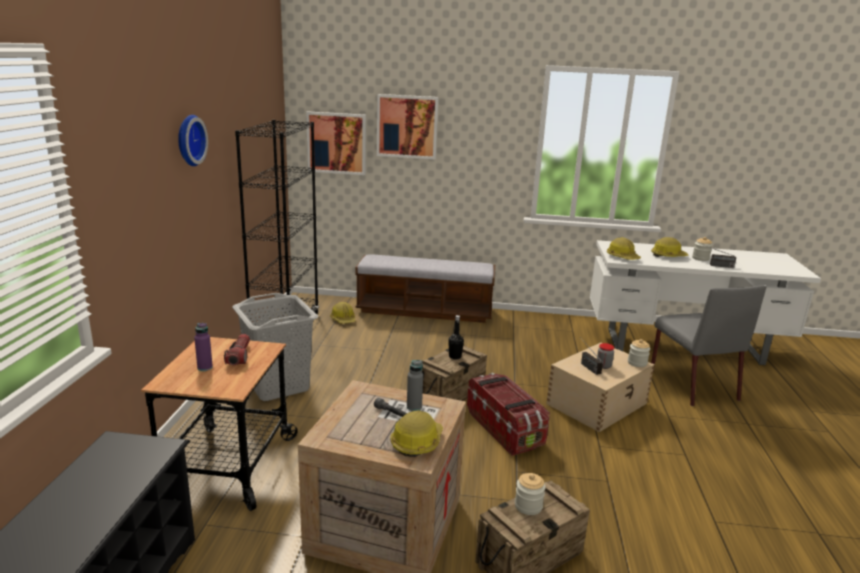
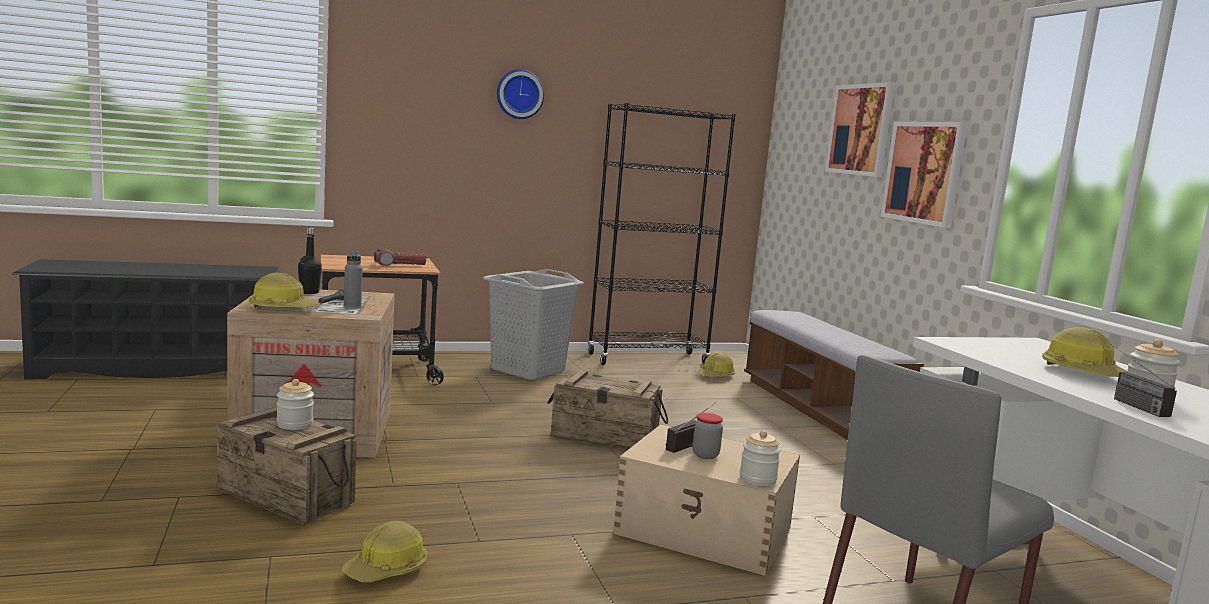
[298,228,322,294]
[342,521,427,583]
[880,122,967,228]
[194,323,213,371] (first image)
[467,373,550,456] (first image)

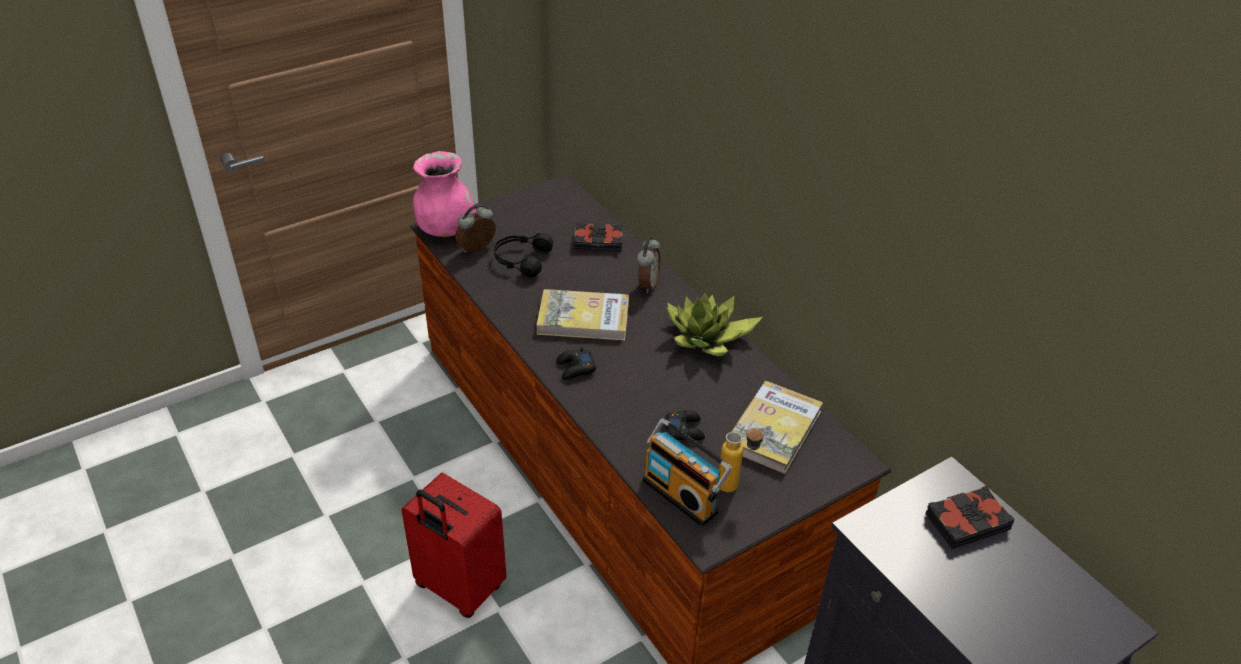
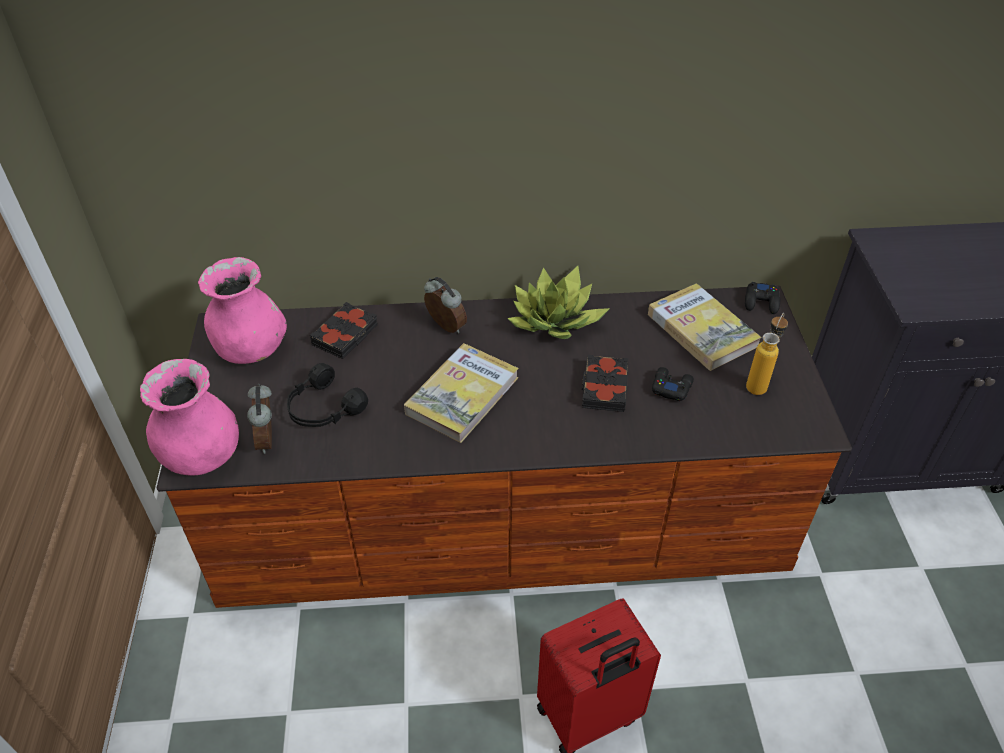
[198,257,287,364]
[582,355,628,412]
[745,282,780,314]
[642,418,732,526] (first image)

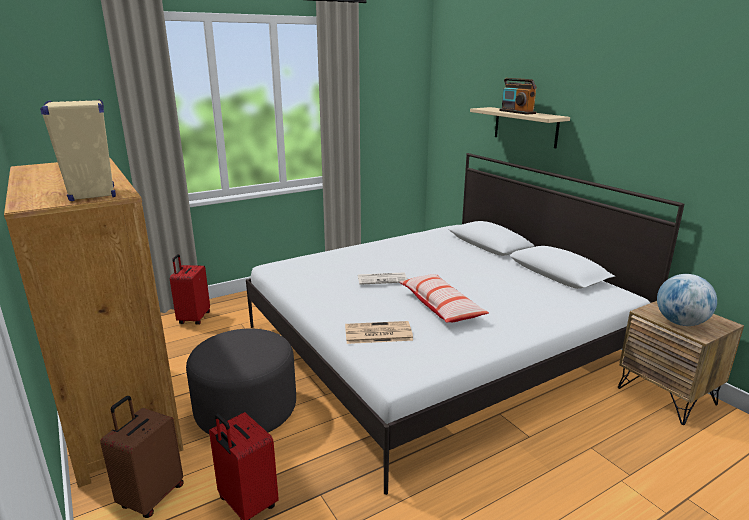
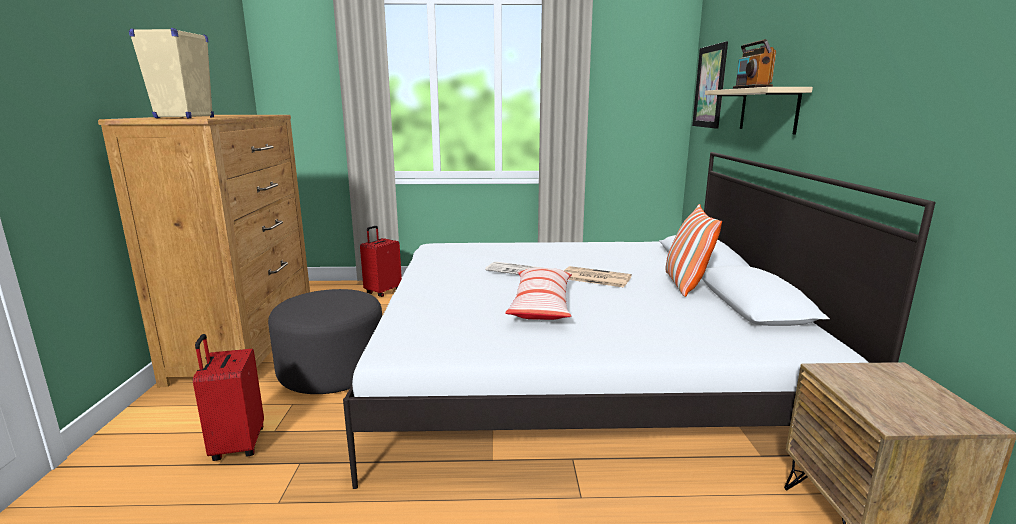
[564,266,632,287]
[665,204,722,297]
[692,41,728,129]
[100,396,184,518] (first image)
[657,274,717,326] (first image)

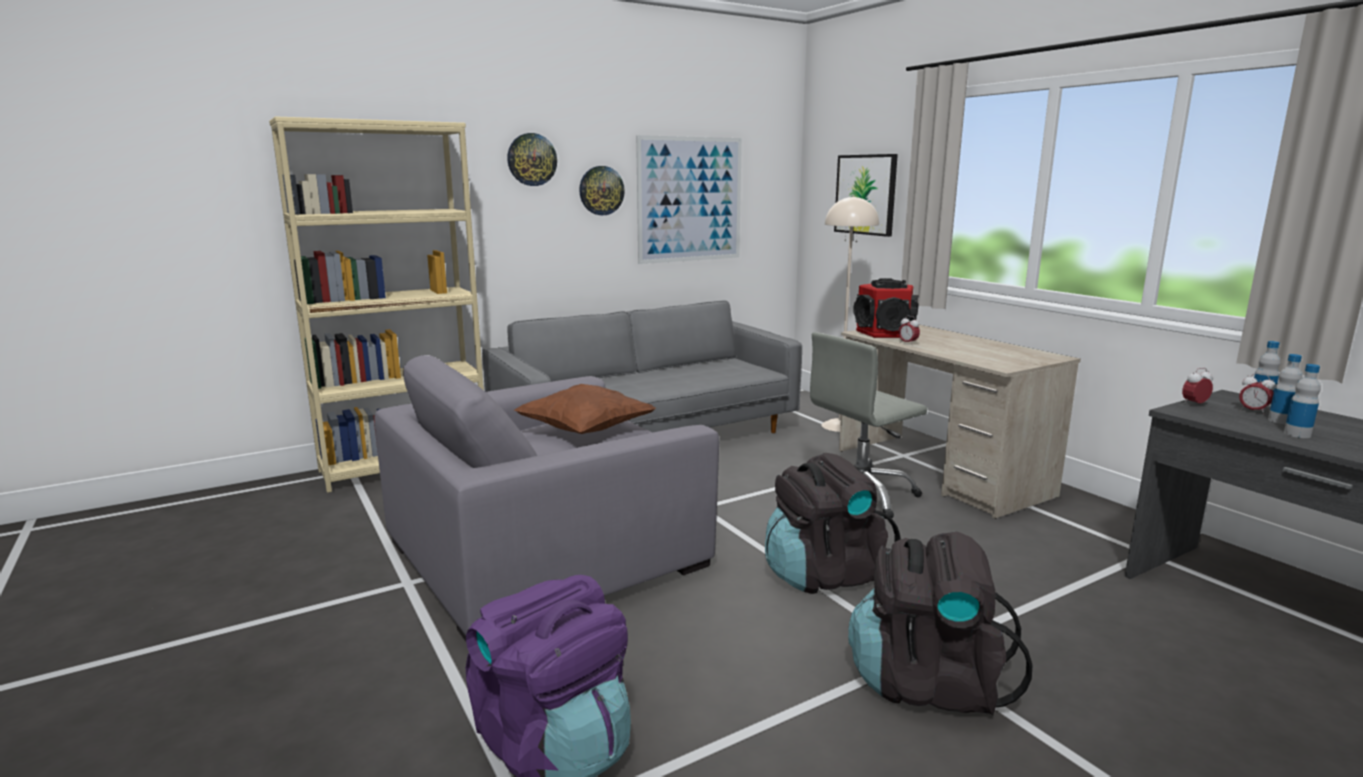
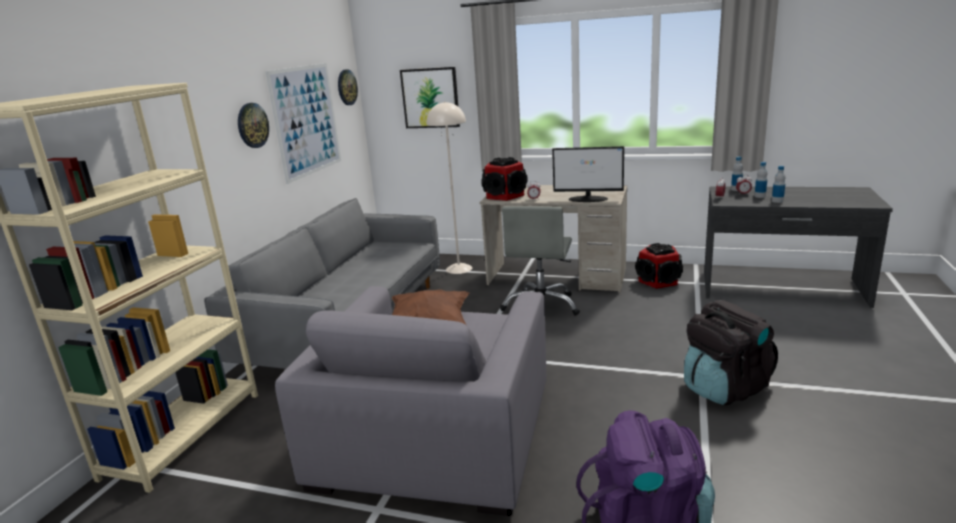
[338,69,358,105]
[552,146,624,202]
[635,243,683,289]
[765,453,900,594] (first image)

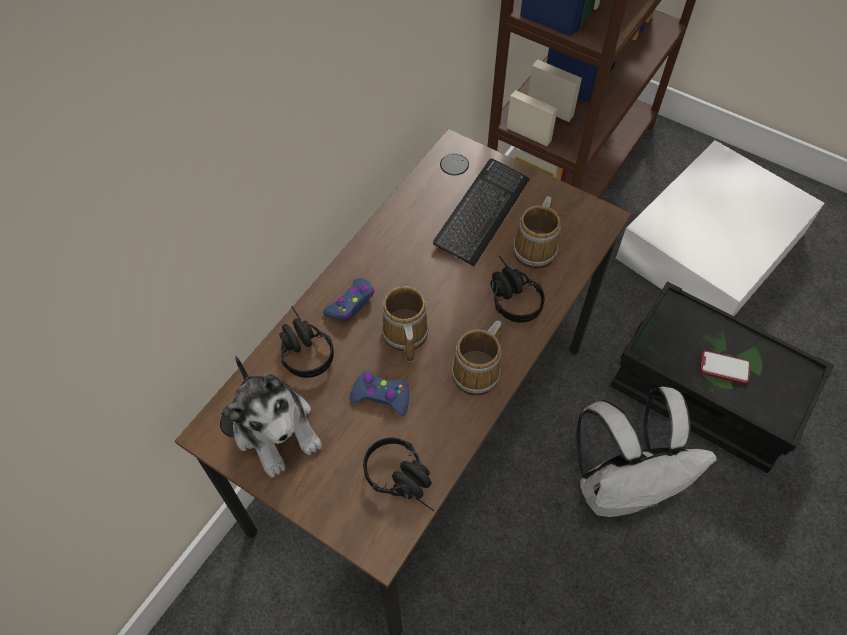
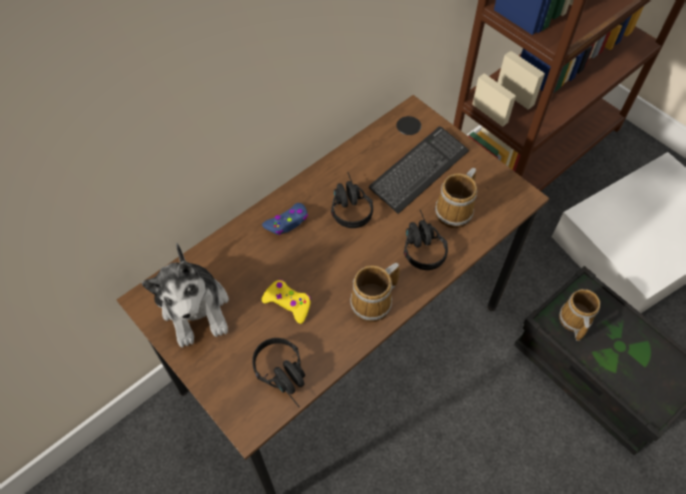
[262,279,311,324]
[331,172,373,228]
[559,289,600,341]
[576,387,717,517] (first image)
[700,351,750,384] (first image)

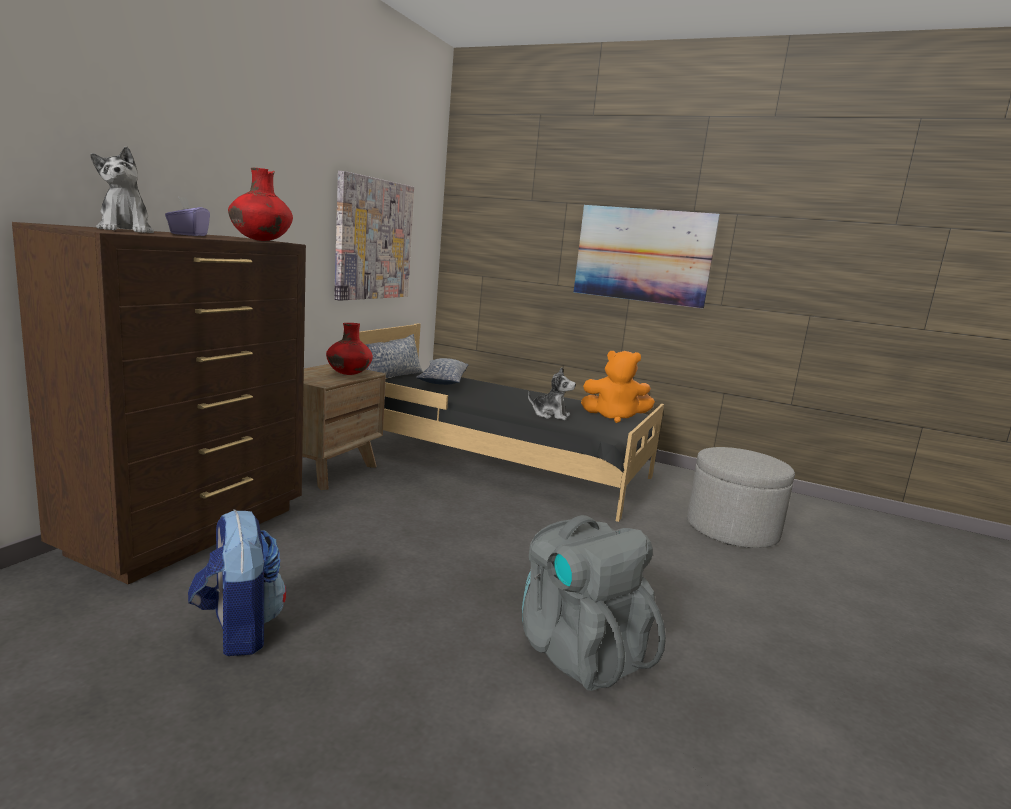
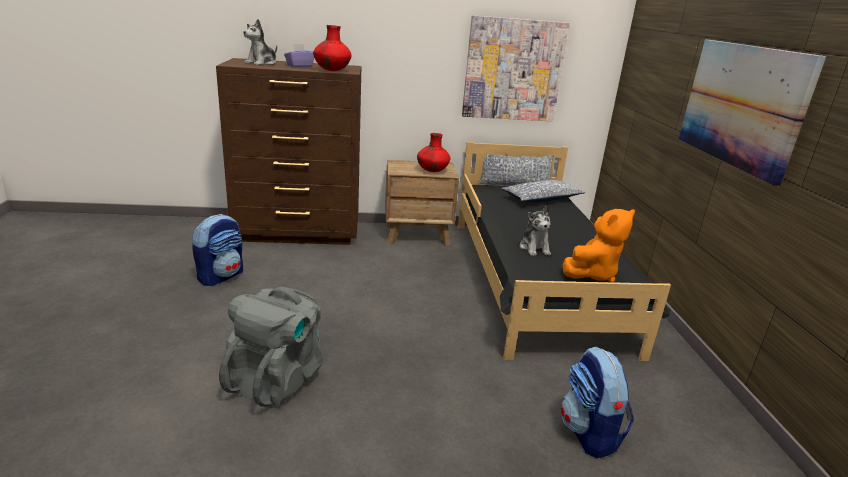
[561,347,634,458]
[563,209,635,282]

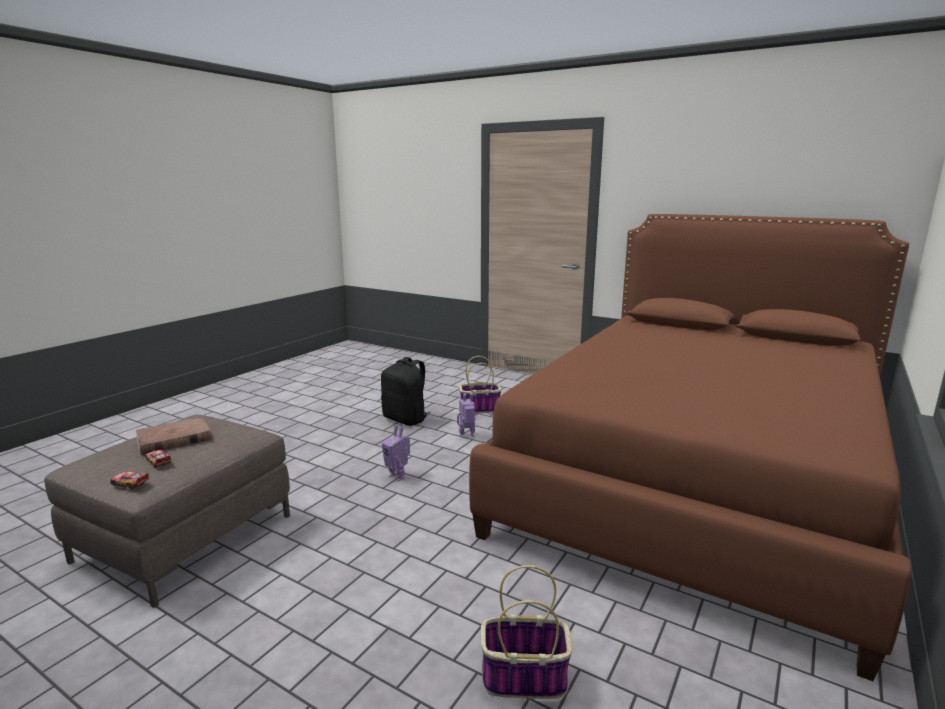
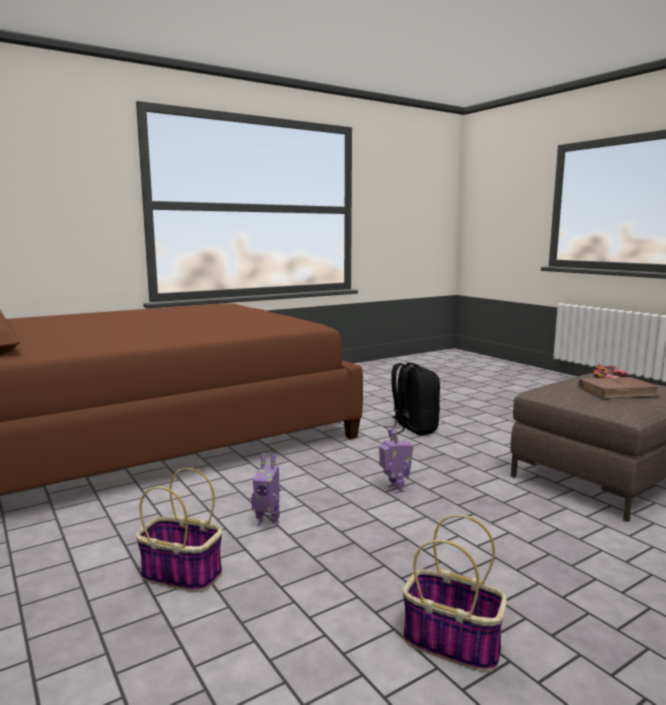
[384,363,440,435]
[402,514,507,672]

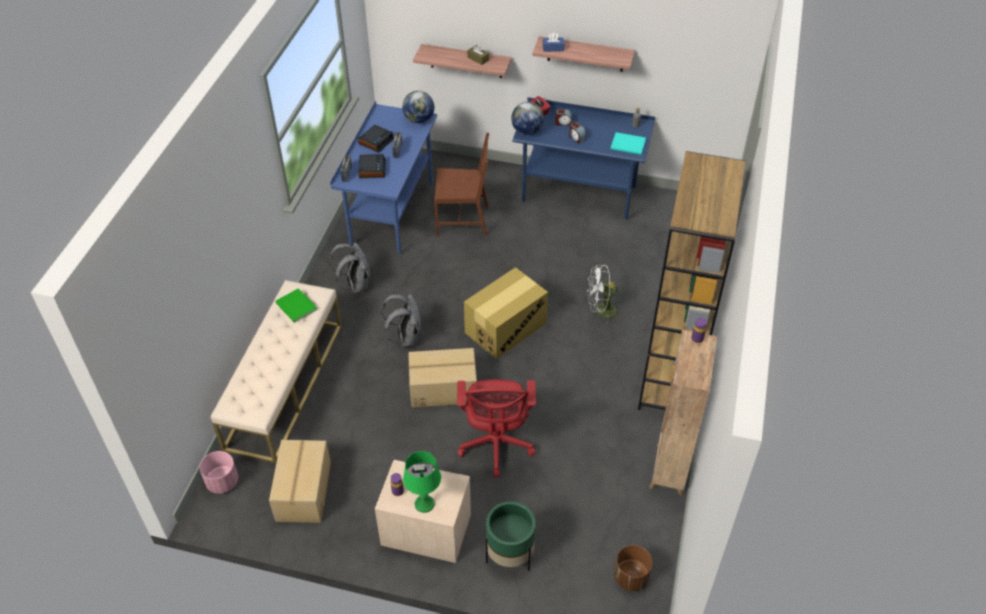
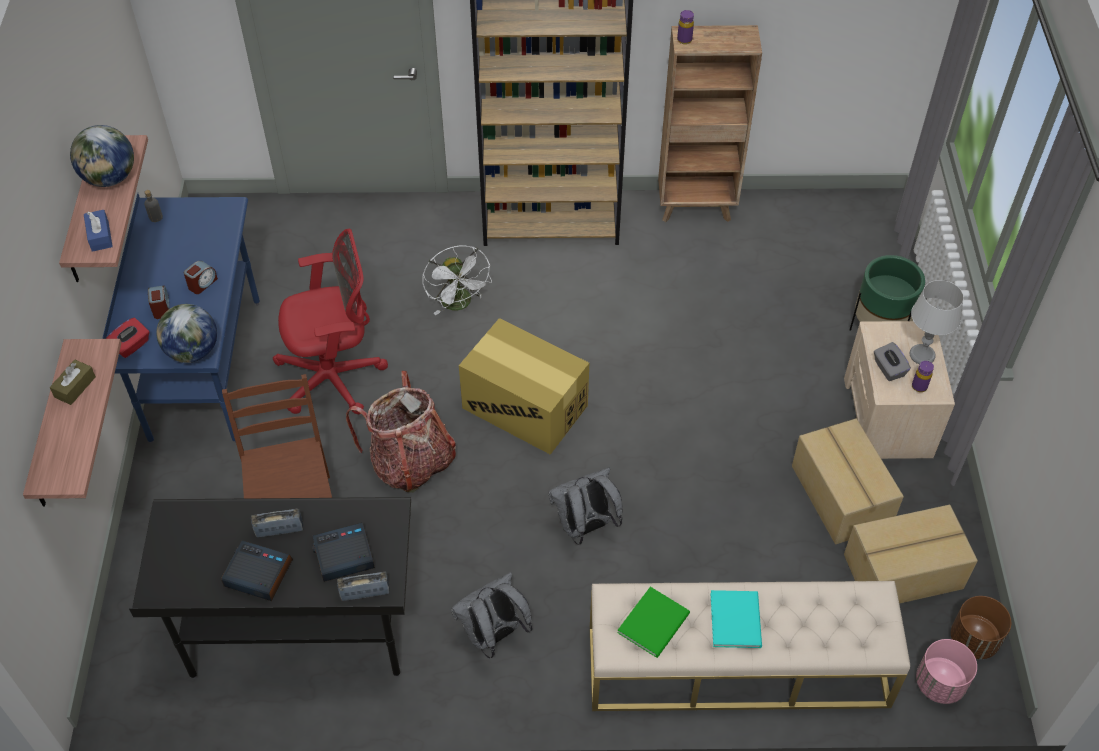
[70,125,134,187]
[129,497,411,679]
[273,229,388,414]
[346,371,456,493]
[710,590,762,648]
[792,418,904,544]
[910,280,964,364]
[951,596,1011,659]

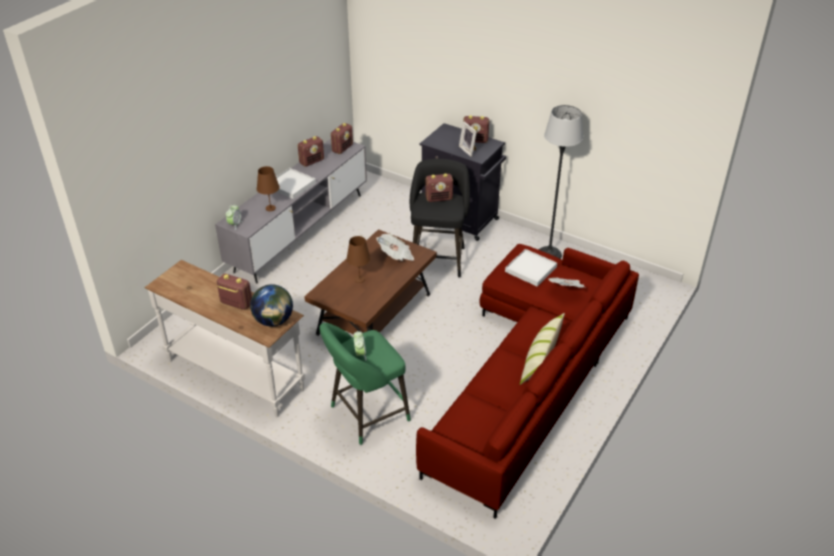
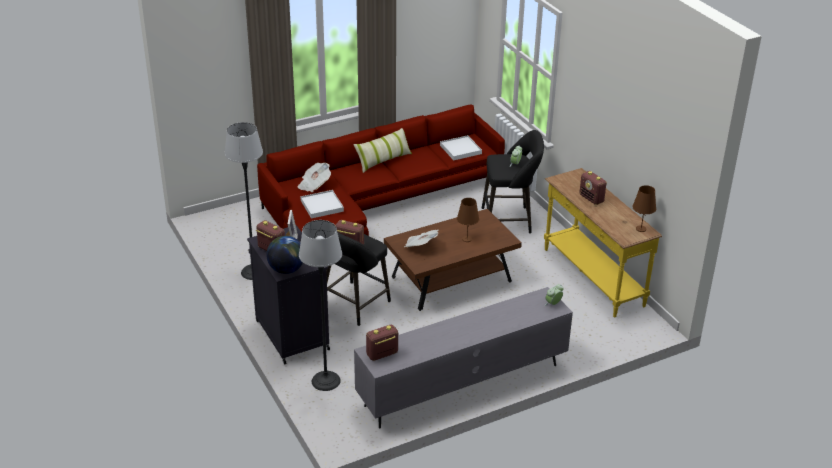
[266,236,303,274]
[299,220,342,391]
[440,135,482,160]
[482,130,544,234]
[544,168,662,317]
[632,185,656,232]
[298,136,324,167] (first image)

